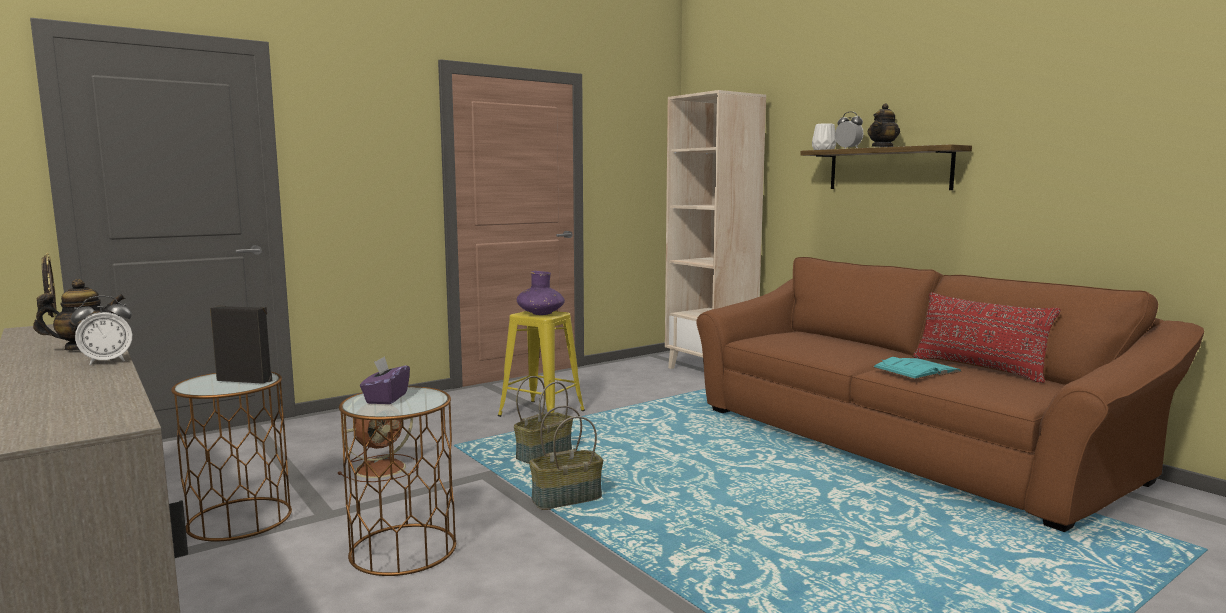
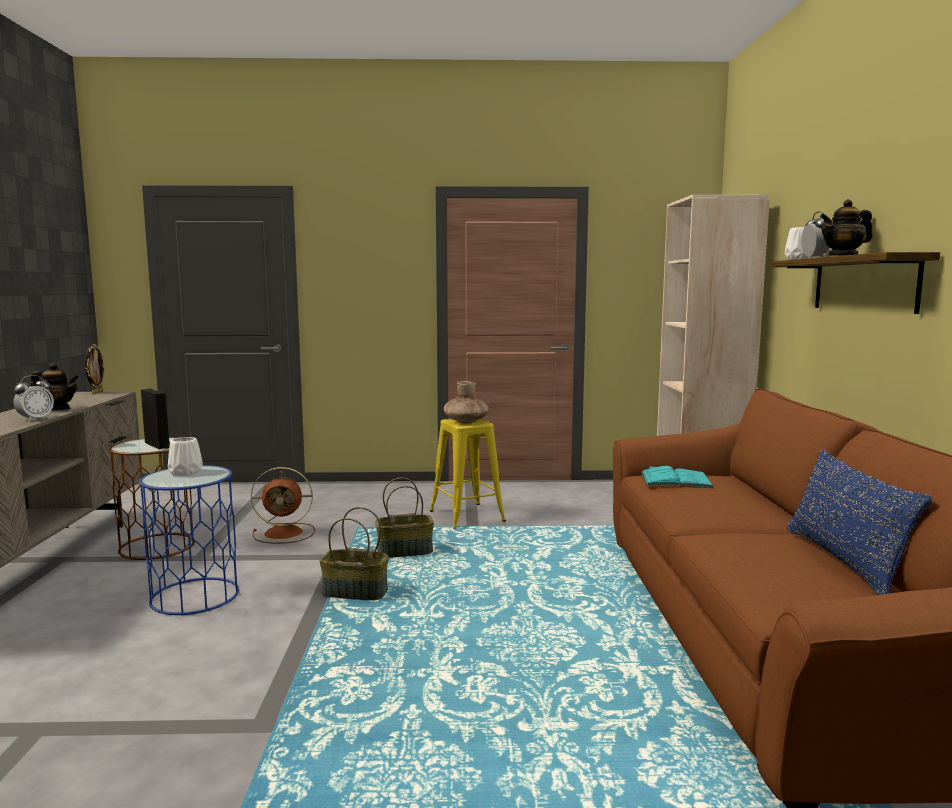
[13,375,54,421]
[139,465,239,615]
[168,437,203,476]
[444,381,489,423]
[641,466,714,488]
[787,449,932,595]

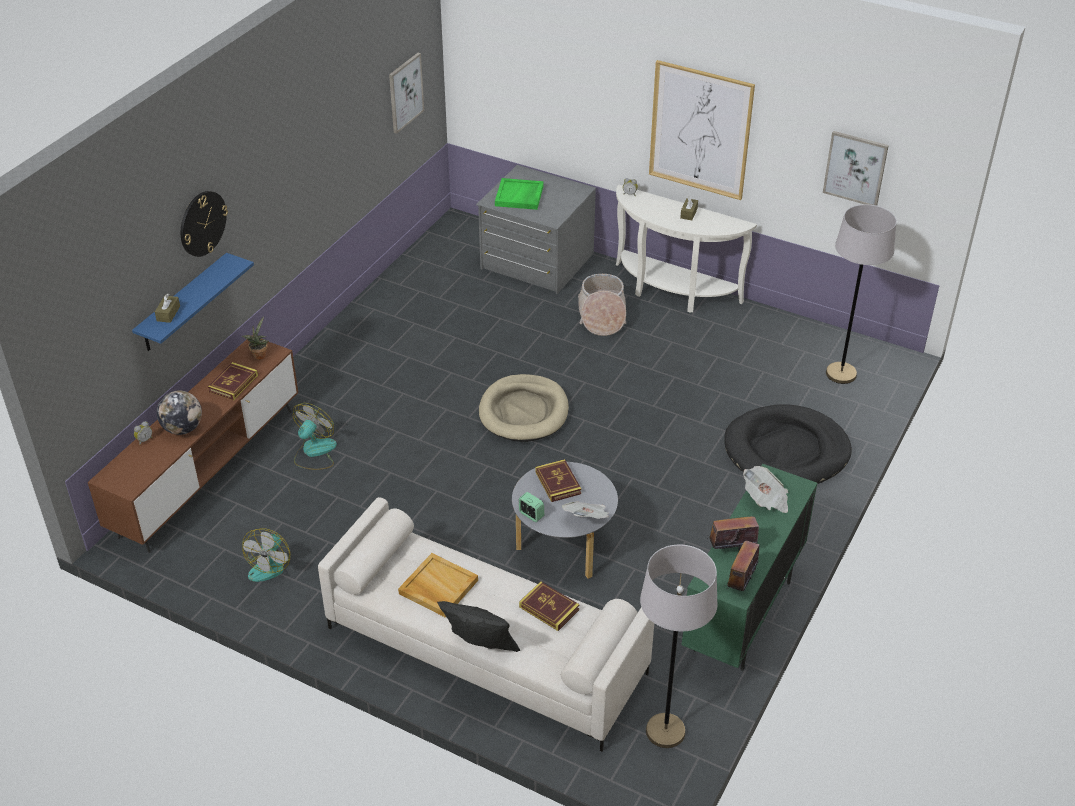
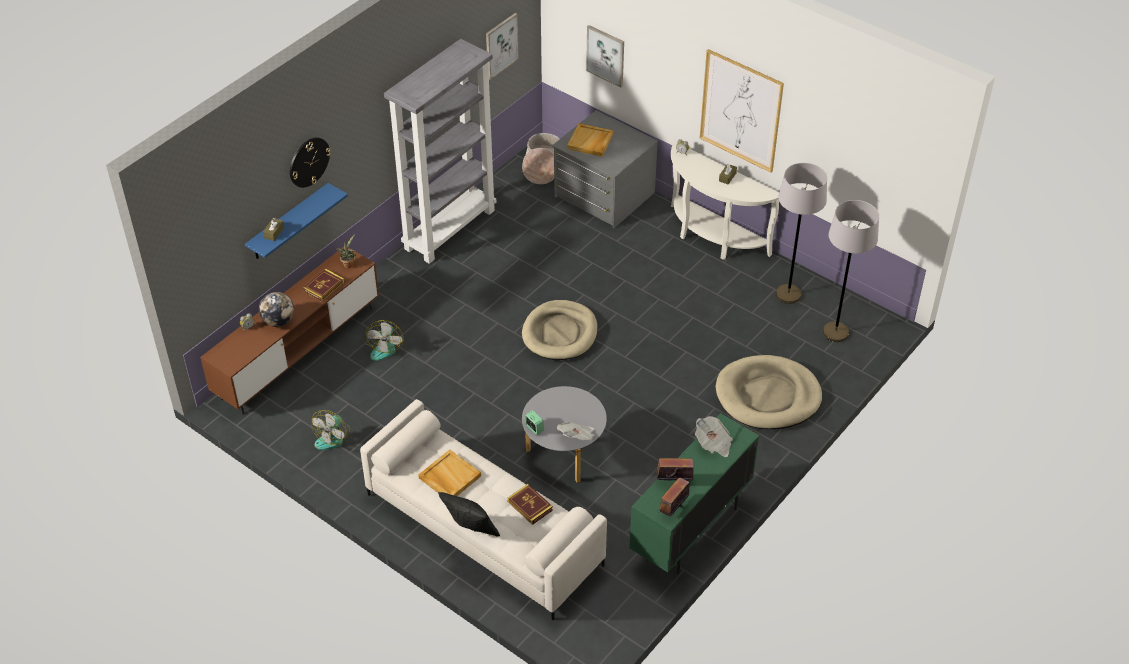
[364,320,403,361]
[384,39,496,264]
[522,133,559,184]
[567,123,613,157]
[586,25,624,88]
[715,355,822,429]
[776,163,827,304]
[535,459,581,502] (first image)

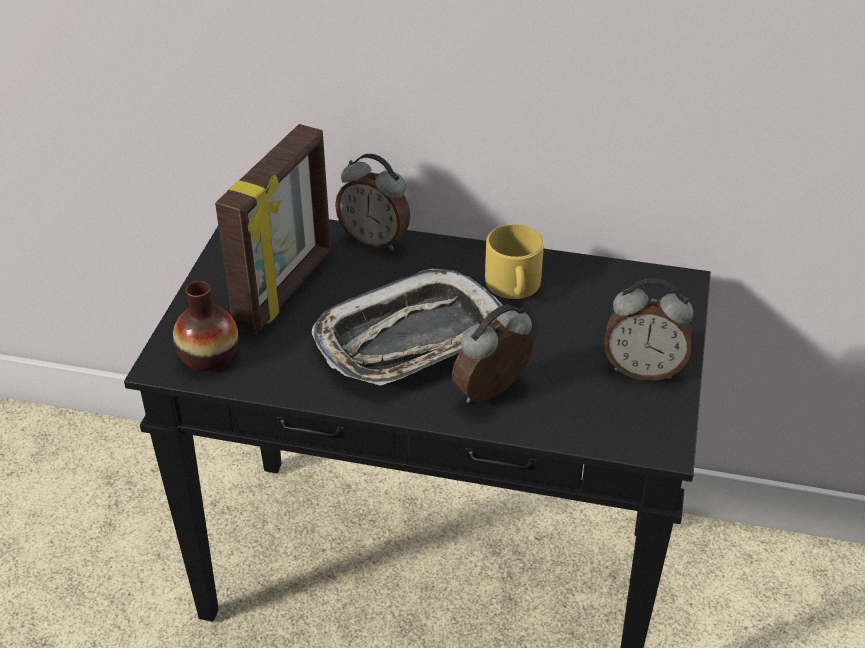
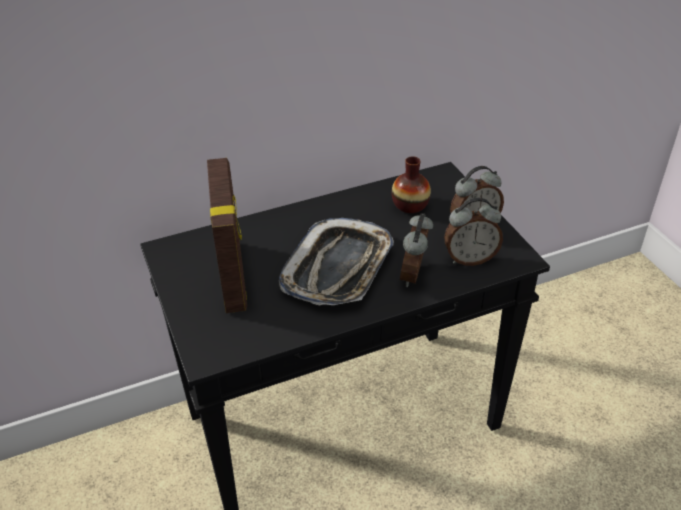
[392,156,431,213]
[444,198,503,266]
[485,224,544,299] (first image)

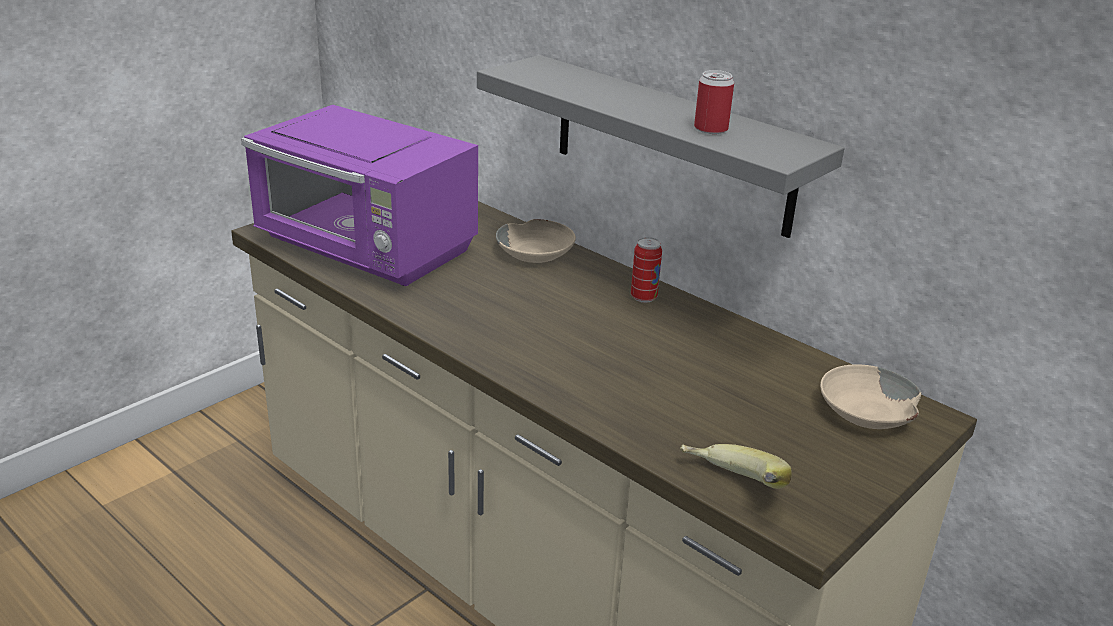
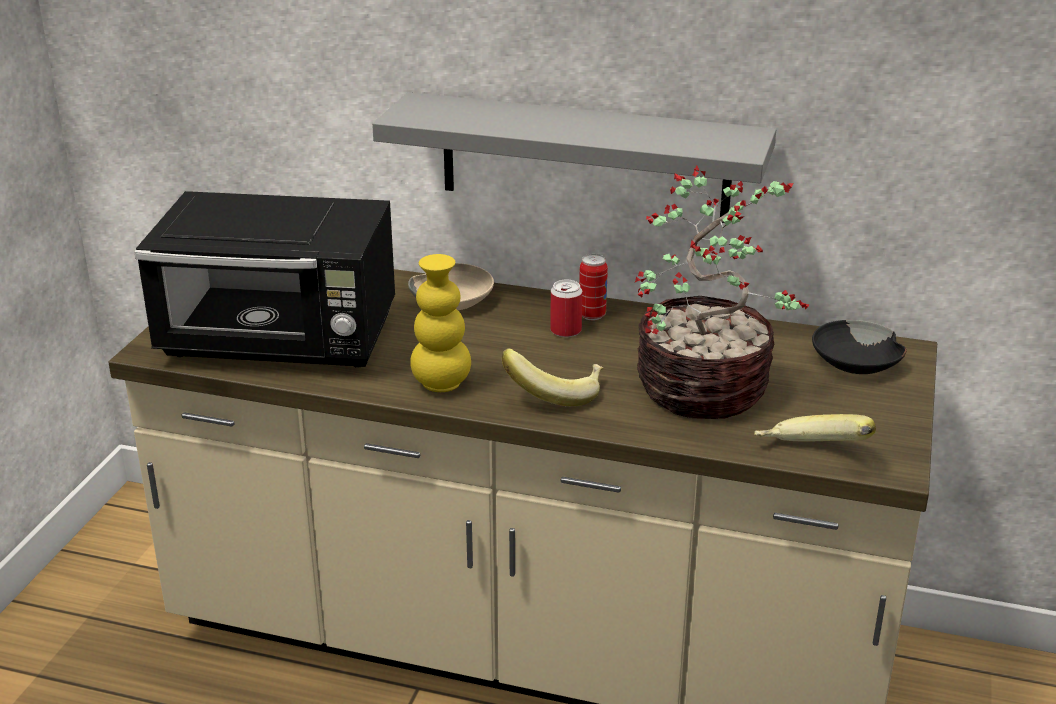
[134,191,395,368]
[410,254,471,392]
[502,348,603,406]
[550,280,582,337]
[635,166,809,419]
[812,320,907,374]

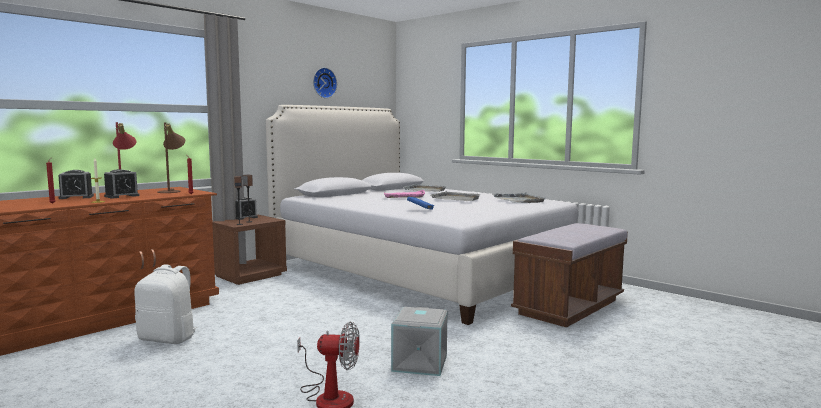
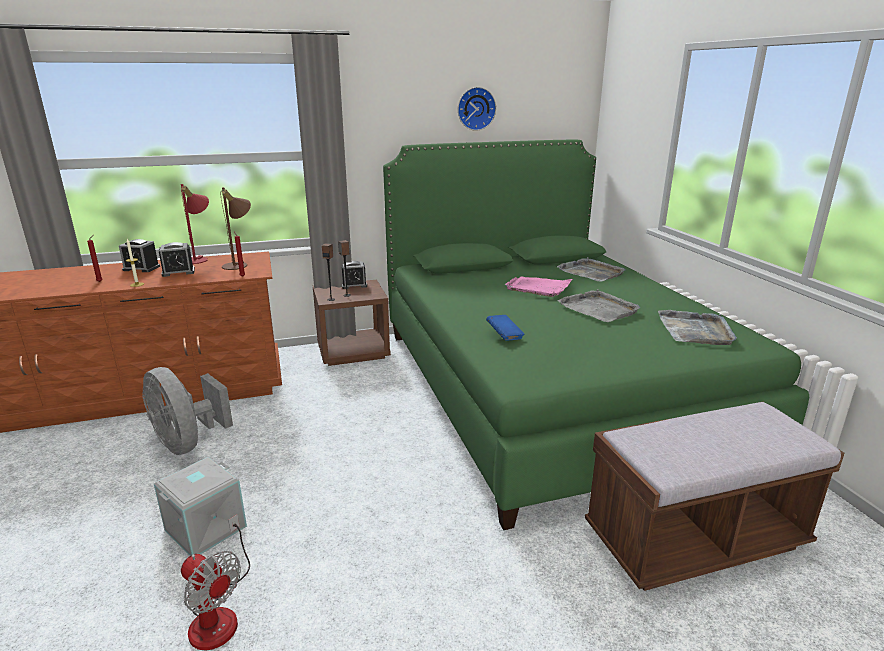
[143,367,233,455]
[154,457,247,556]
[383,140,809,530]

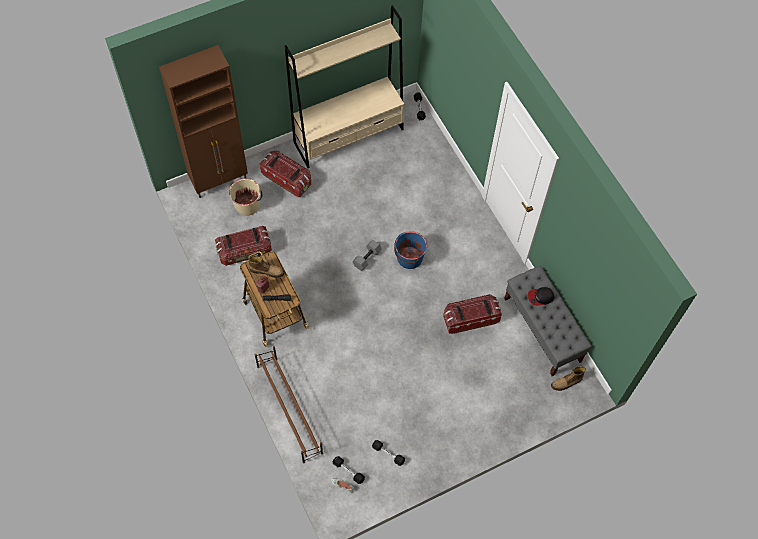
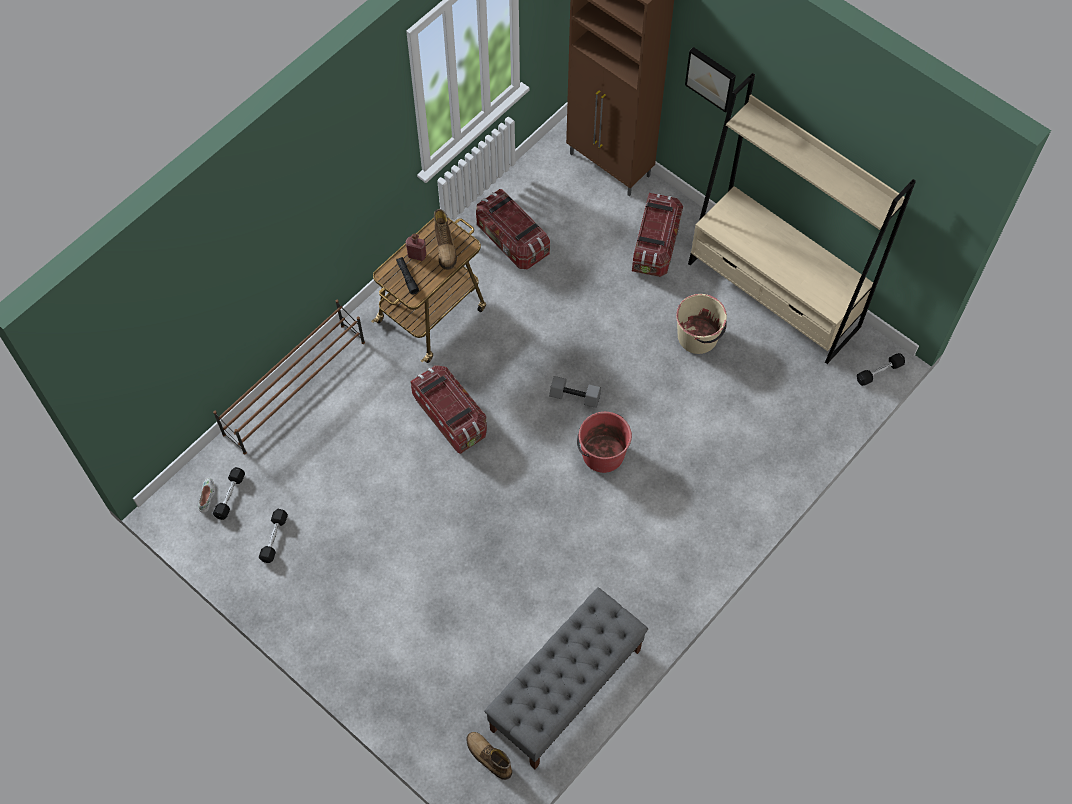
[410,365,487,454]
[577,412,632,473]
[676,294,727,354]
[685,47,736,113]
[528,287,554,305] (first image)

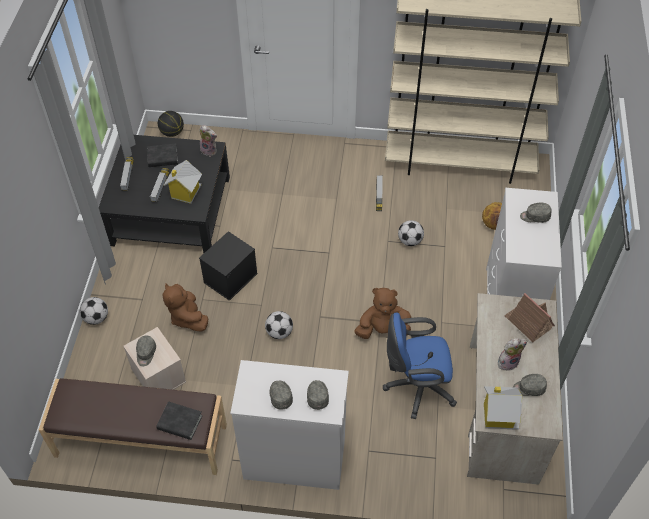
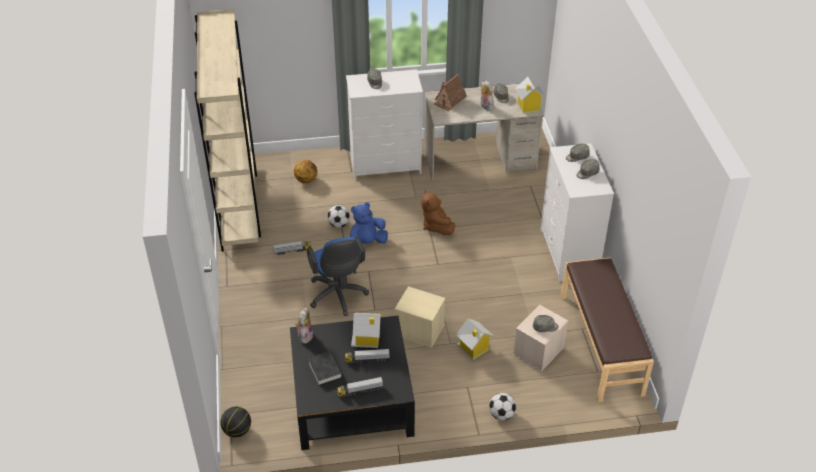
[307,237,369,316]
[350,202,388,252]
[395,286,445,348]
[456,319,494,360]
[156,401,202,440] (first image)
[265,311,293,339] (first image)

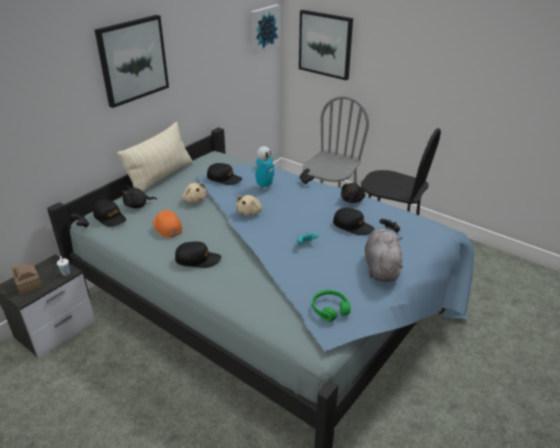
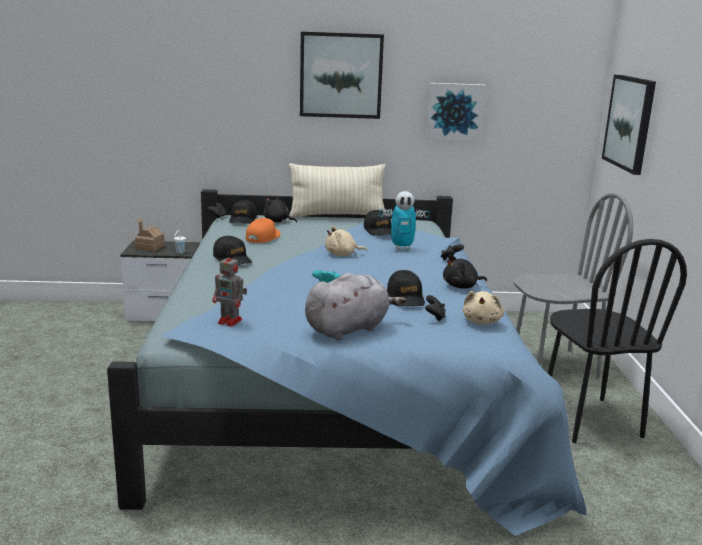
[212,252,247,327]
[426,83,486,141]
[463,291,504,324]

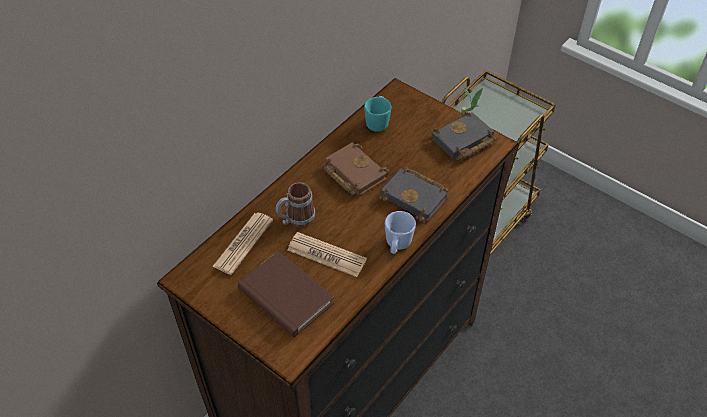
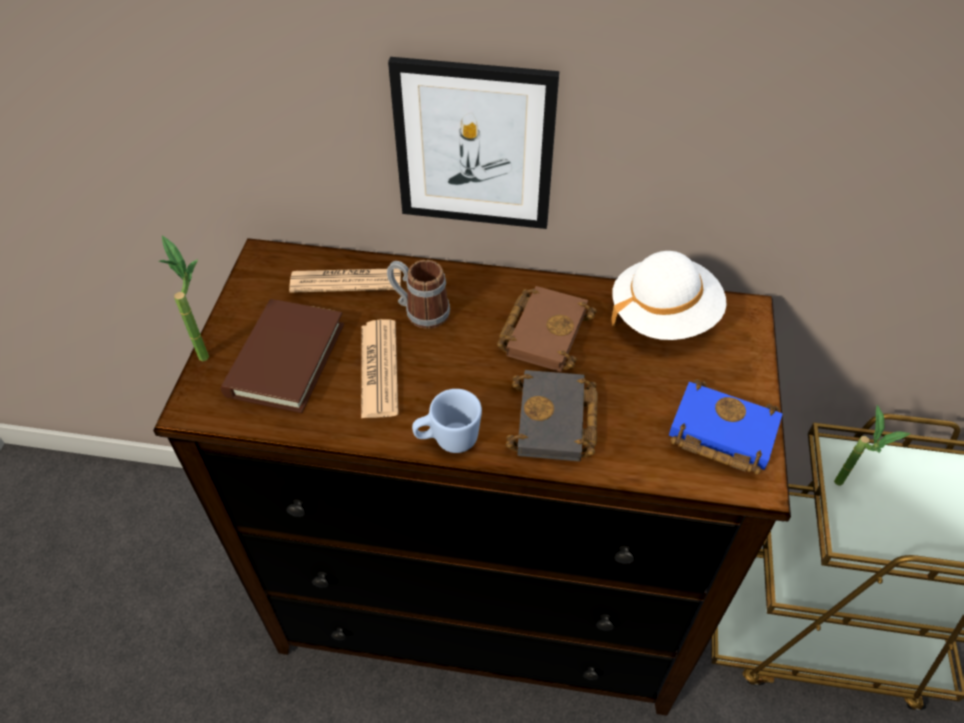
[158,235,209,361]
[388,57,559,229]
[611,251,727,340]
[669,379,783,475]

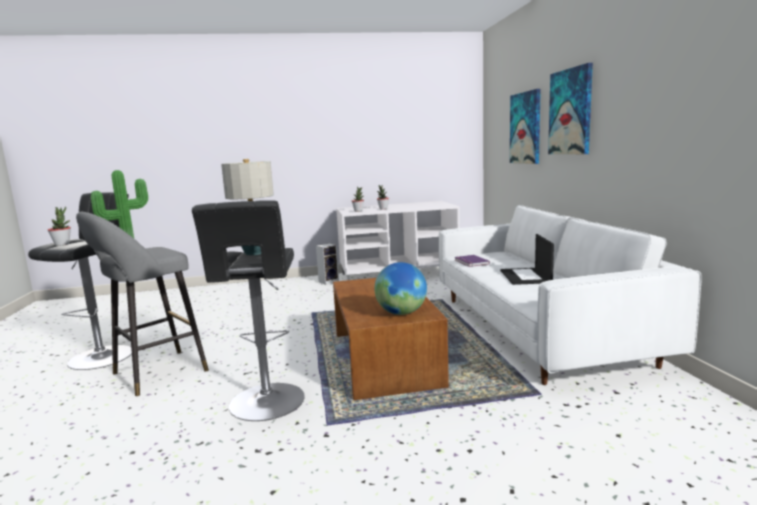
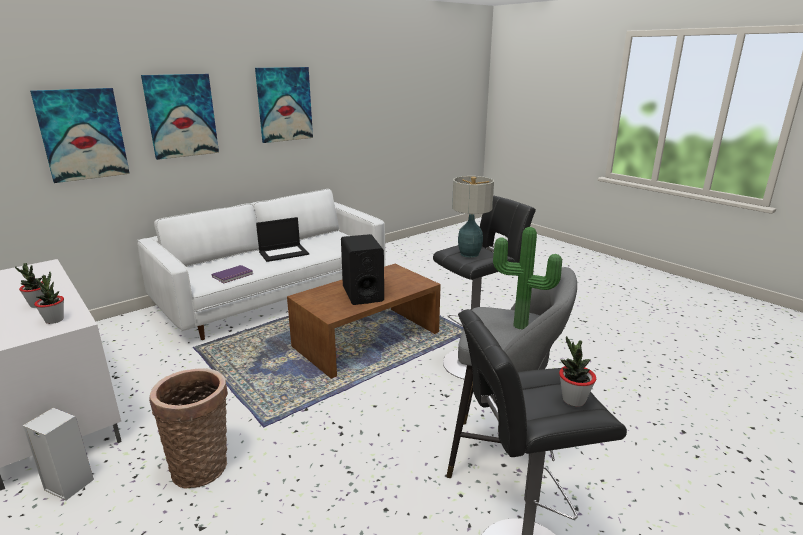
[149,368,228,488]
[255,67,313,143]
[341,234,384,305]
[374,262,427,315] (first image)

